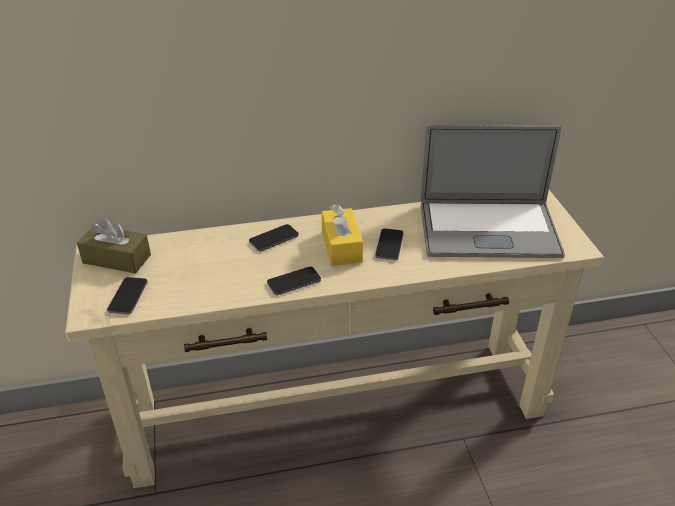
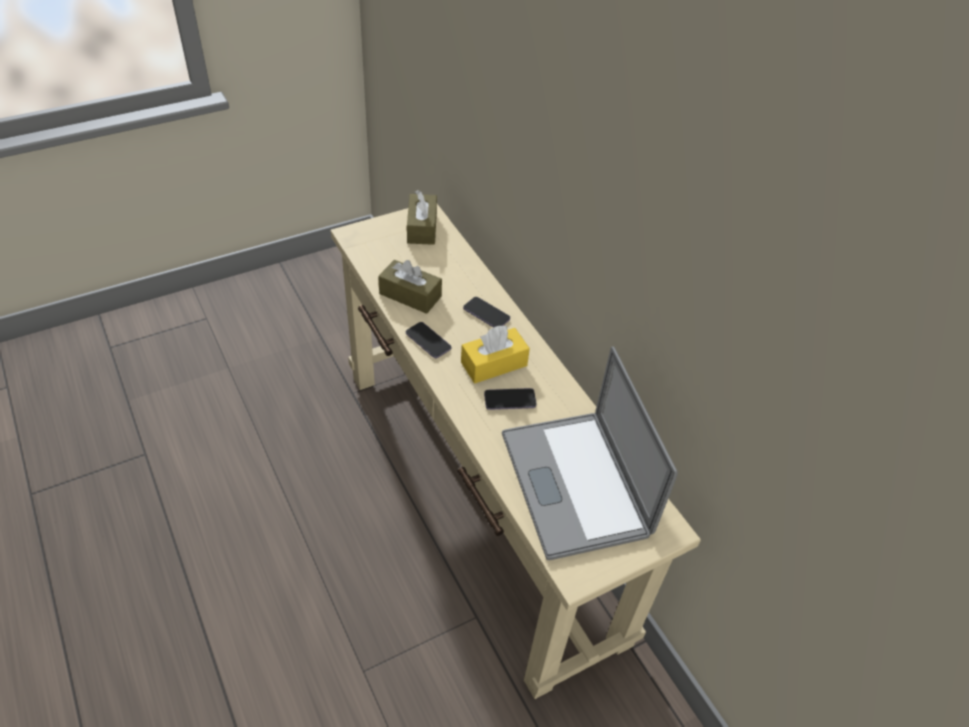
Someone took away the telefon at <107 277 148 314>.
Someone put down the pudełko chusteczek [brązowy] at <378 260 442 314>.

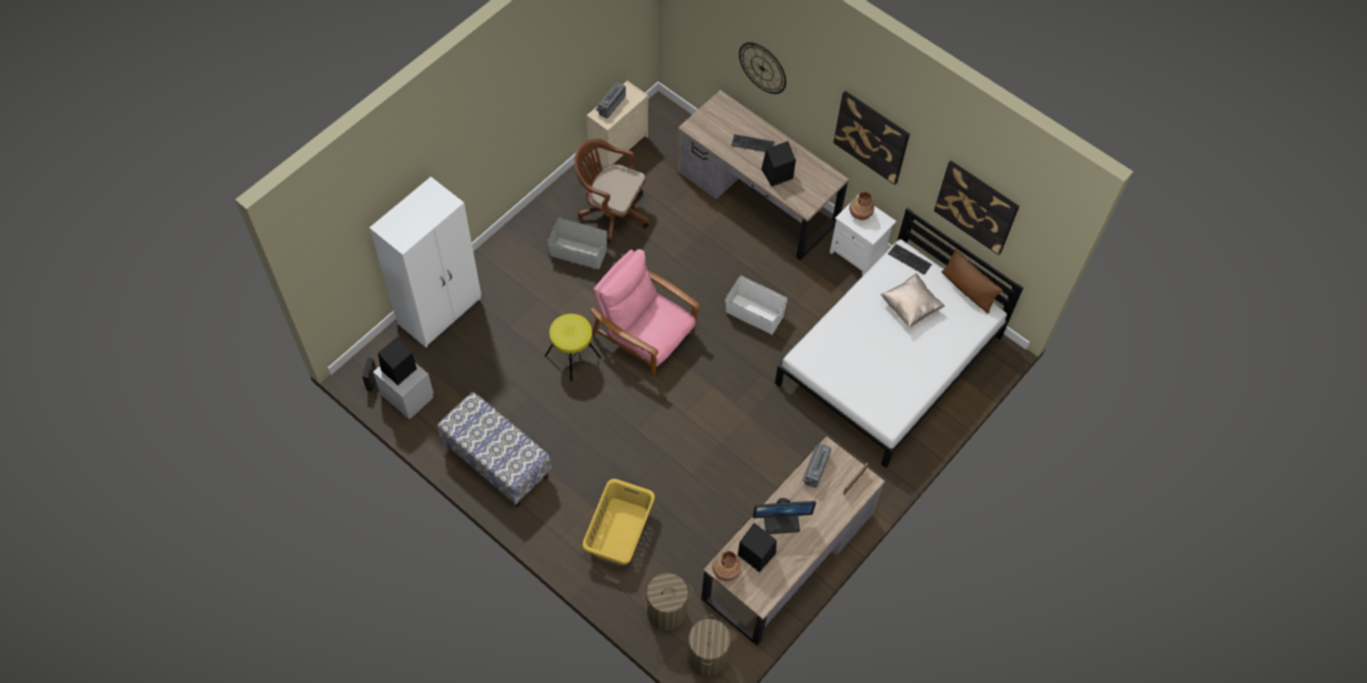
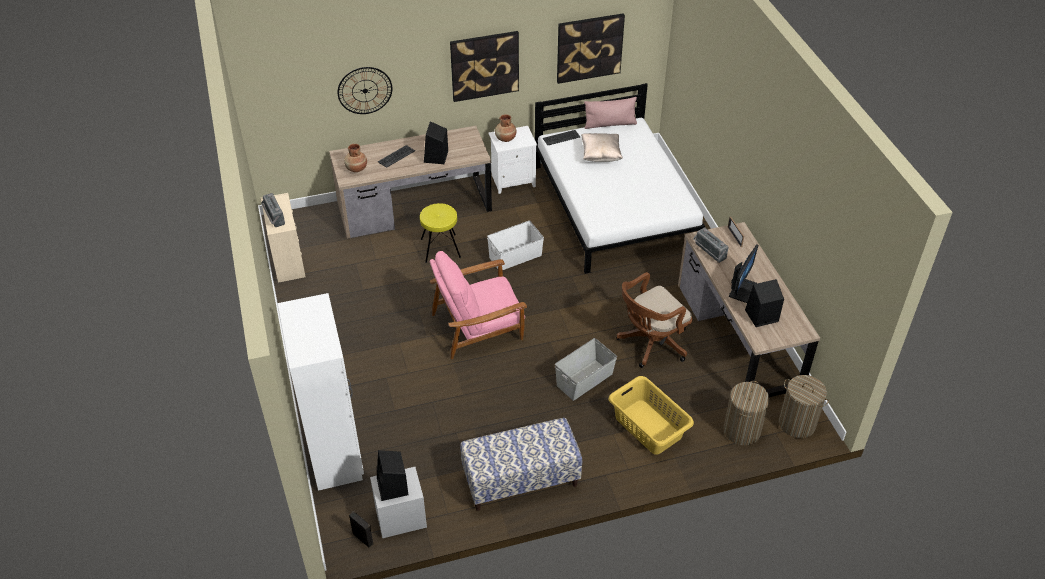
Someone carried the stołek [żółty] from <545 314 601 382> to <420 203 461 263>.
Someone carried the pojemnik do przechowywania [szary] from <547 218 607 269> to <555 338 617 401>.
Someone carried the krzesło biurowe [brązowy] from <574 139 649 243> to <616 272 692 368>.
Someone carried the wazon [brązowy] from <712 550 741 581> to <344 144 367 172>.
Someone repainted the poduszka [brązowy] at <942 248 1003 314>, which became the poduszka [różowy] at <584 97 637 129>.

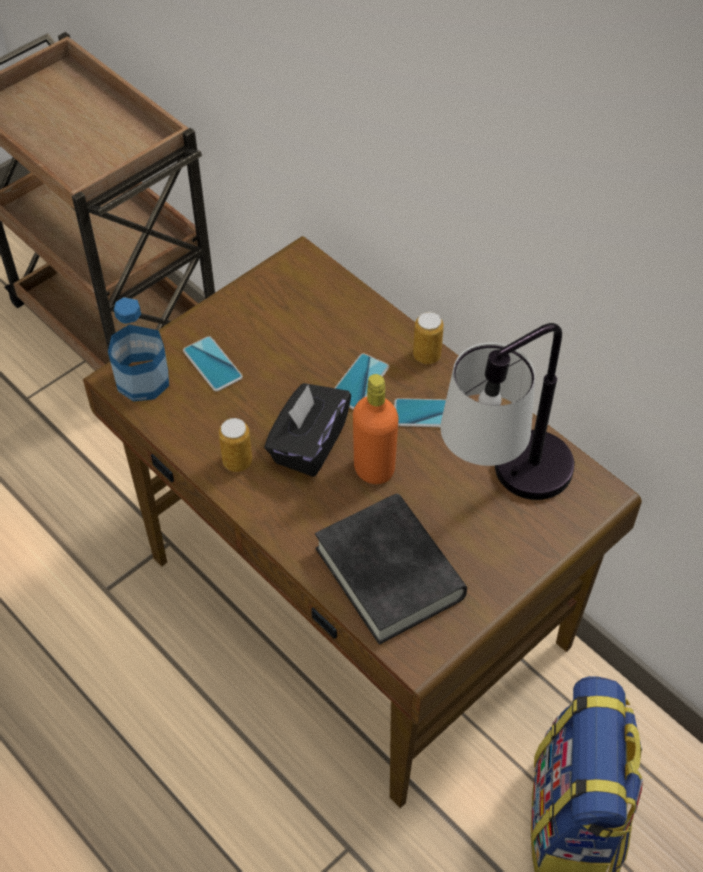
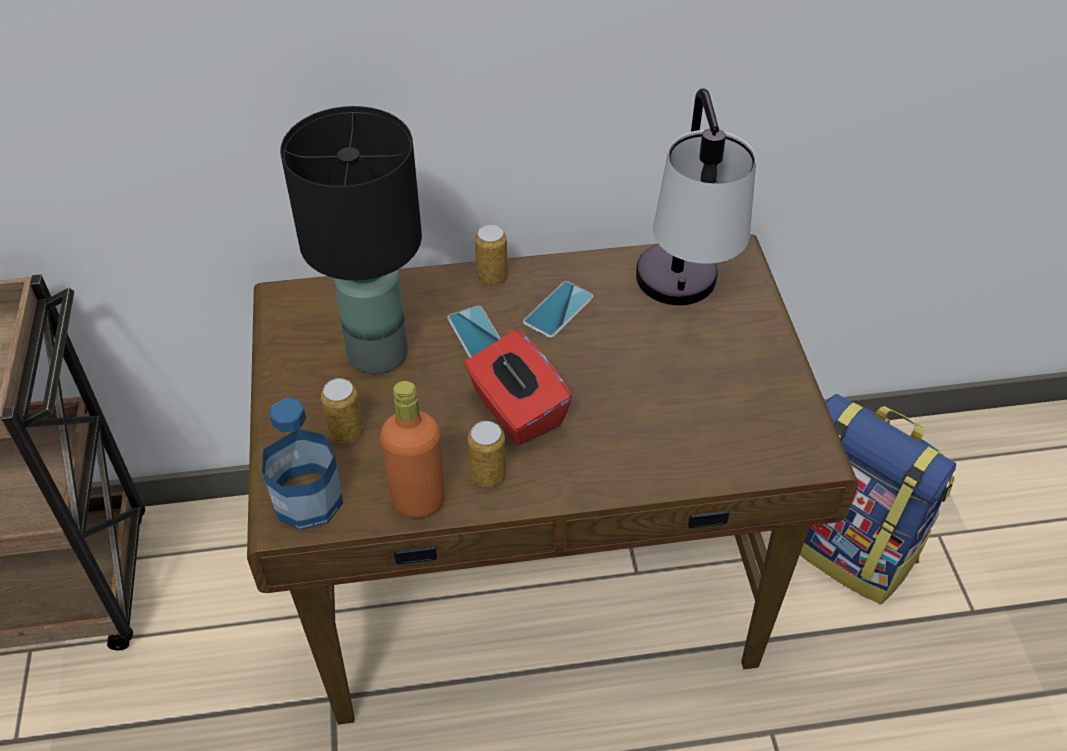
Someone swapped the telefon at <183 336 243 391> for the puszka at <321 378 363 444>.
Someone repainted the pudełko chusteczek [czarny] at <264 383 351 477>, which became the pudełko chusteczek [czerwony] at <464 330 572 445>.
Someone took away the książka [czarny] at <315 494 467 645>.
Someone carried the butelka [pomarańczowy] from <353 374 399 484> to <380 381 445 518>.
Someone put down the lampa stołowa [czarny] at <280 106 422 374>.

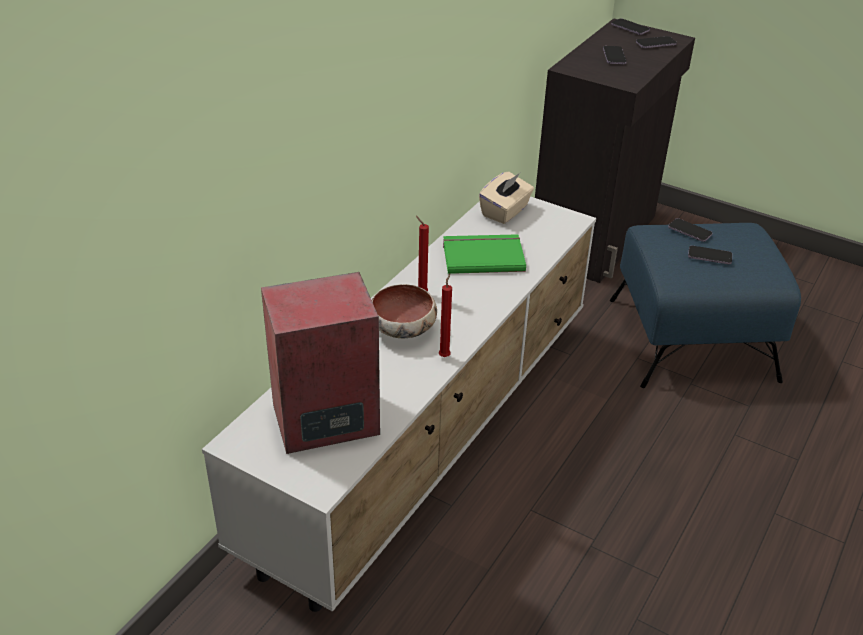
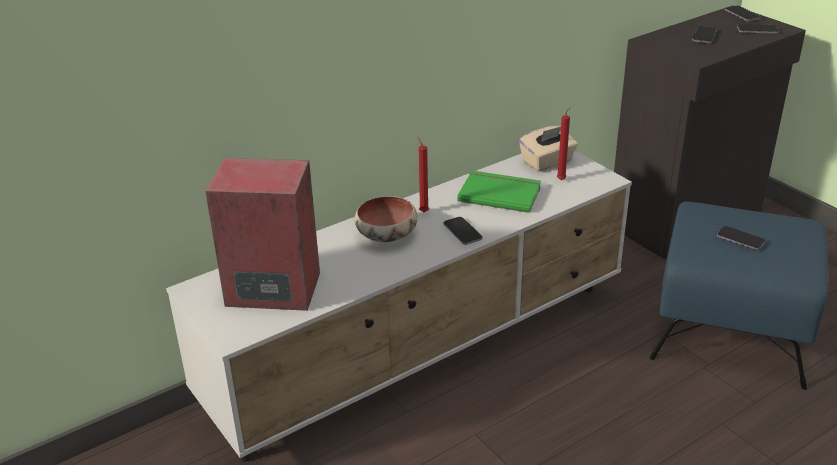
Someone carried the świeca [czerwony] from <439 274 452 357> to <557 106 571 180>.
Someone carried the telefon from <668 218 712 242> to <444 217 482 245>.

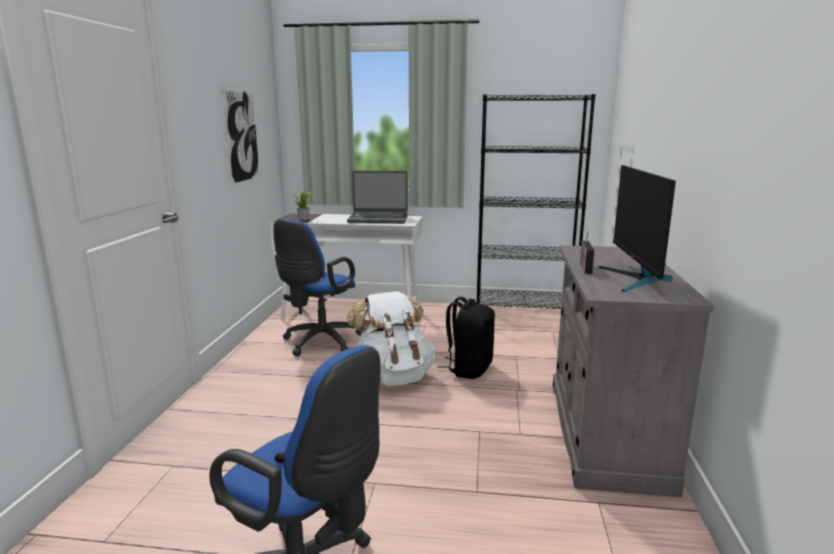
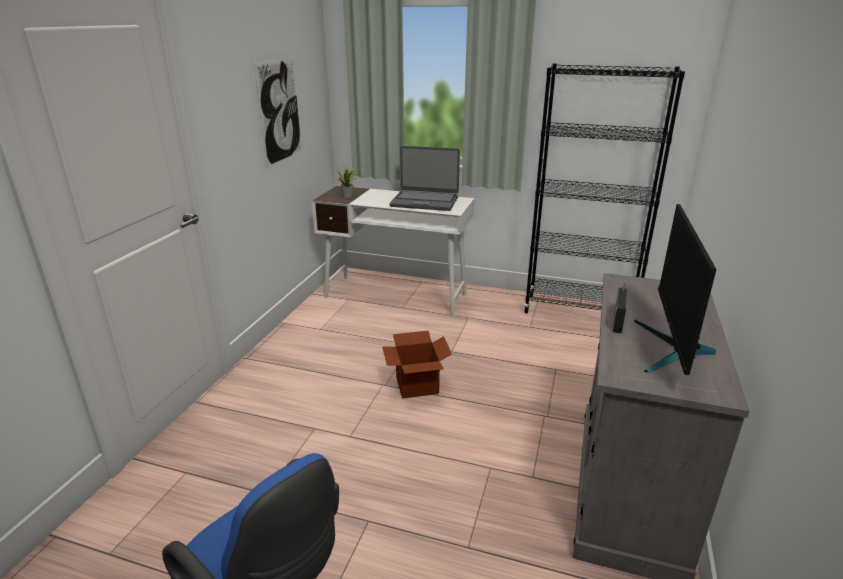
Someone took away the krzesło biurowe [niebieski] at <274 218 362 356>.
Someone swapped the plecak [biały] at <347 291 435 386> for the karton at <382 331 452 399>.
Someone took away the plecak [czarny] at <438 296 495 379>.

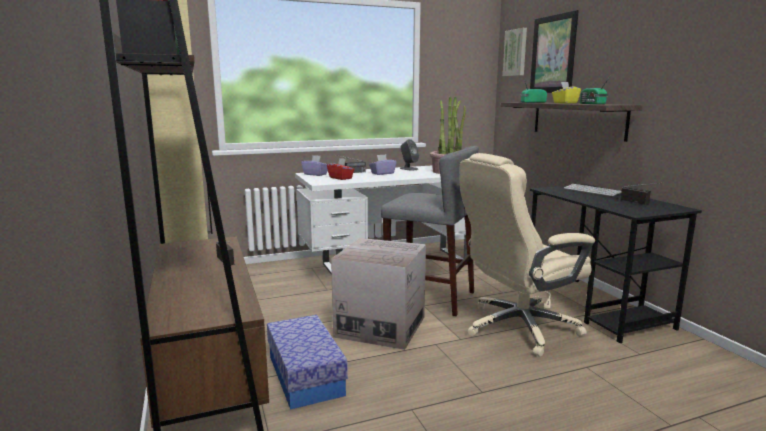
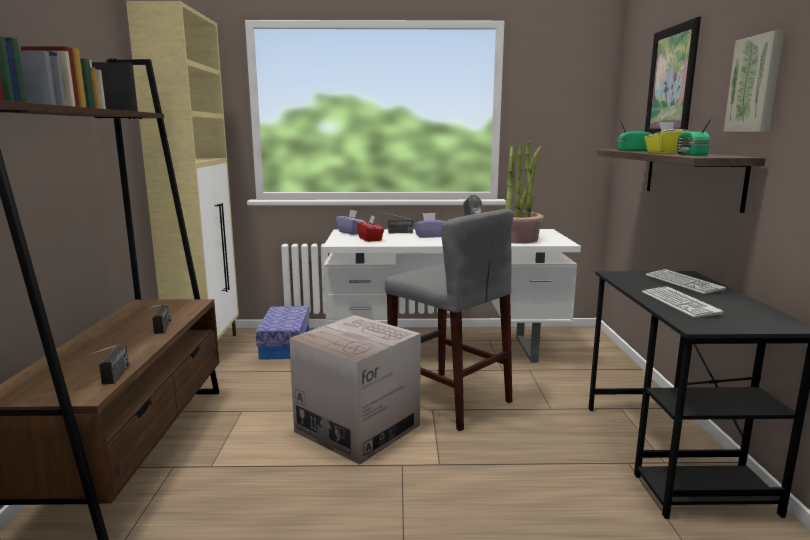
Someone carried the pojemnik do przechowywania from <267 315 348 410> to <255 306 310 360>.
Someone took away the krzesło biurowe [beżowy] at <459 153 595 357>.
Someone carried the obraz from <503 28 527 76> to <724 30 784 132>.
Someone carried the radio from <621 183 658 205> to <87 345 130 384>.
Someone put down the klawiatura at <642 287 724 318>.

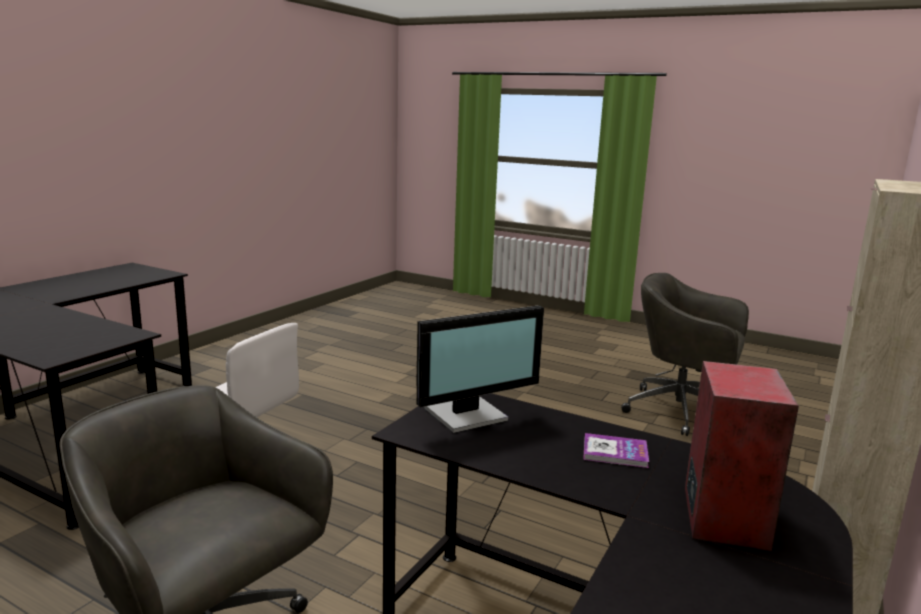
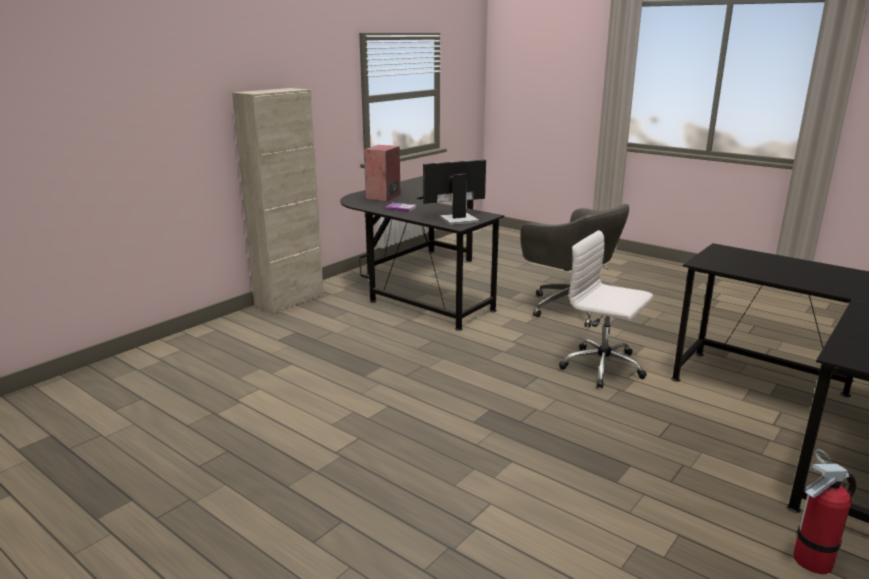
Someone took away the krzesło biurowe [szary] at <621 273 749 436>.
Someone put down the gaśnica at <793 449 856 574>.

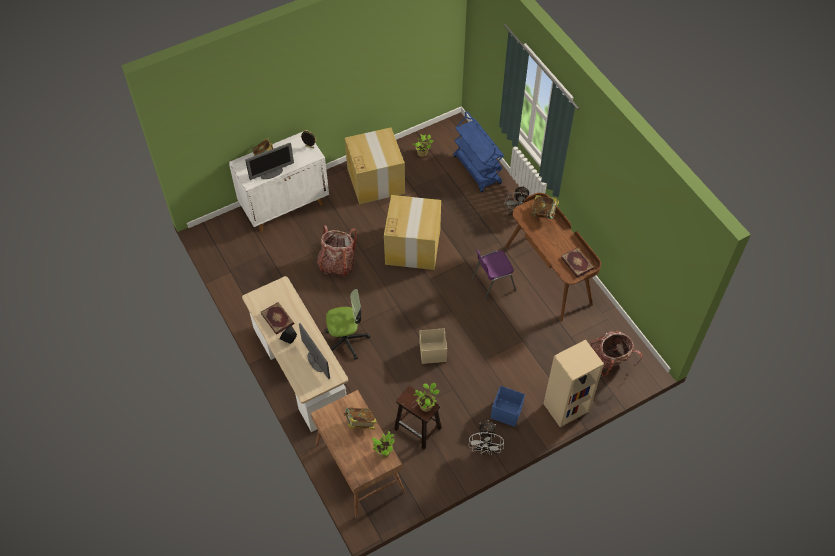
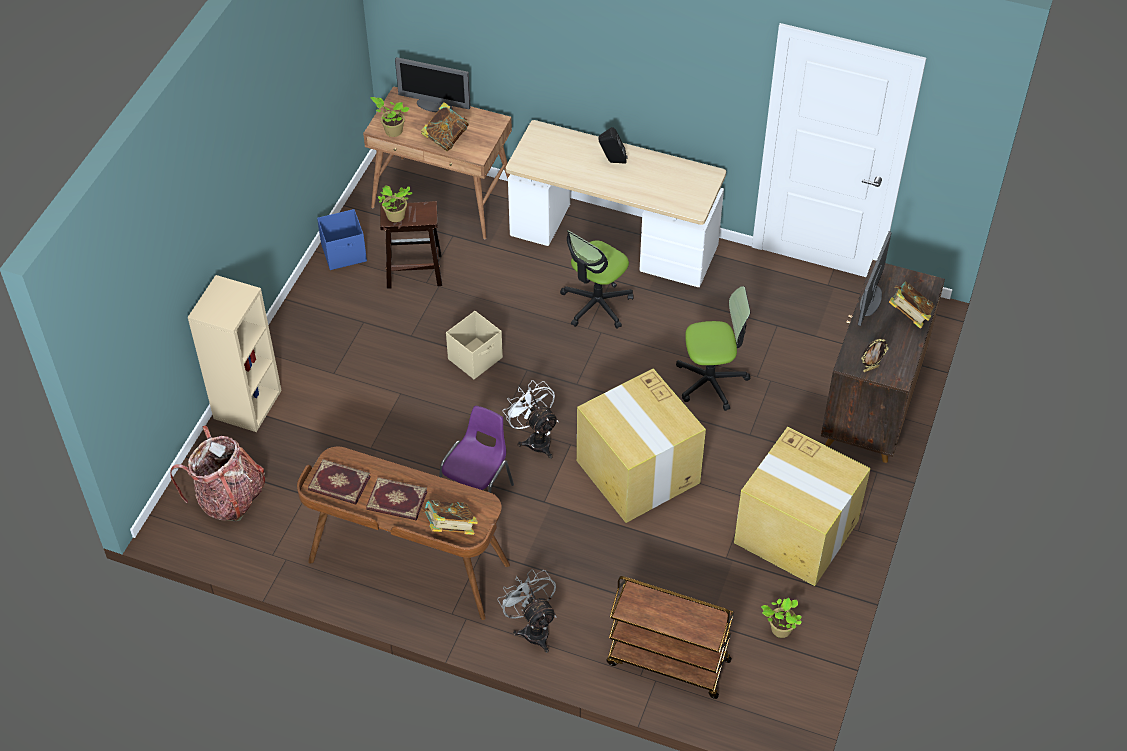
Someone repainted the szafka [biały] at <229 130 329 232>, which became the szafka [brązowy] at <821 260 945 463>.
Someone carried the książka from <261 302 294 335> to <366 477 428 521>.
Someone carried the monitor from <299 323 330 379> to <395 57 471 113>.
Someone swapped the plecak at <317 225 357 277> for the krzesło biurowe at <676 286 750 411>.
Someone repainted the wózek [niebieski] at <453 111 504 192>, which became the wózek [brązowy] at <606 576 734 699>.
Someone carried the wentylator [biały] from <469 420 504 455> to <503 380 559 459>.
Someone carried the pojemnik do przechowywania [niebieski] from <491 386 525 427> to <317 209 367 270>.

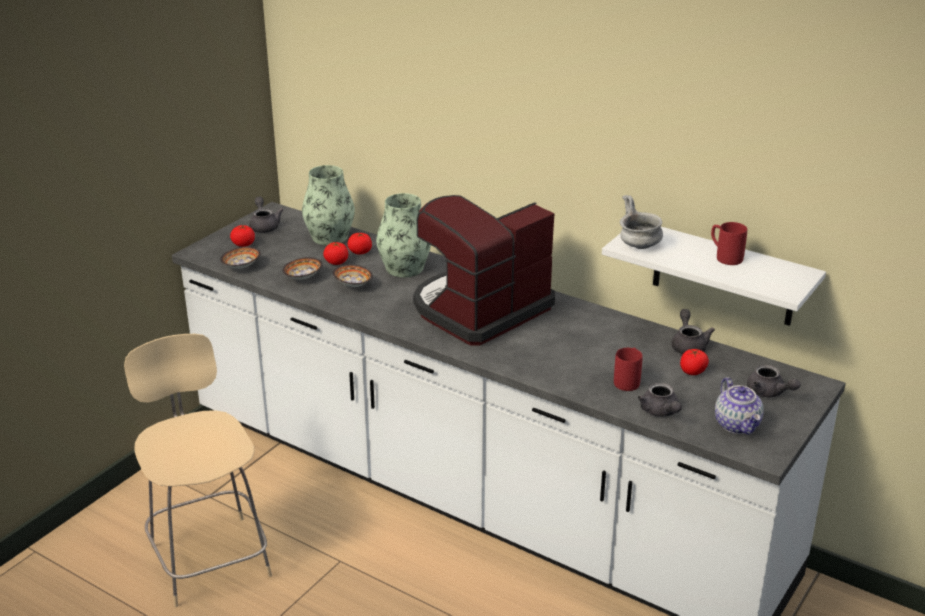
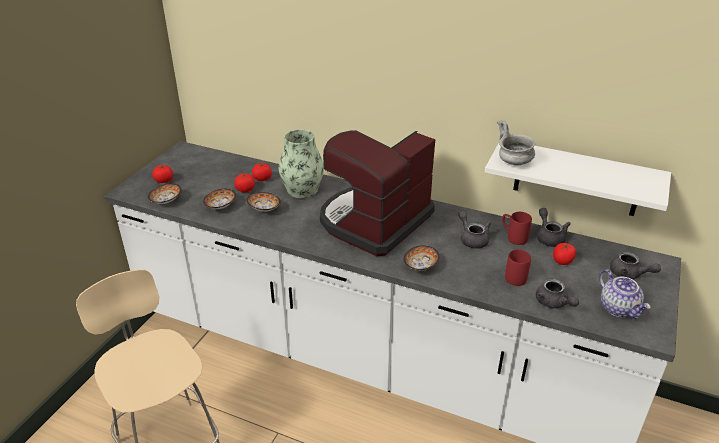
Someone carried the imbryk [szary] from <249 197 284 233> to <458 210 491 249>.
Someone took away the wazon at <302 165 355 245>.
Someone carried the kubek [czerwony] from <711 222 747 265> to <502 212 532 245>.
Someone put down the miska at <404 245 439 271>.

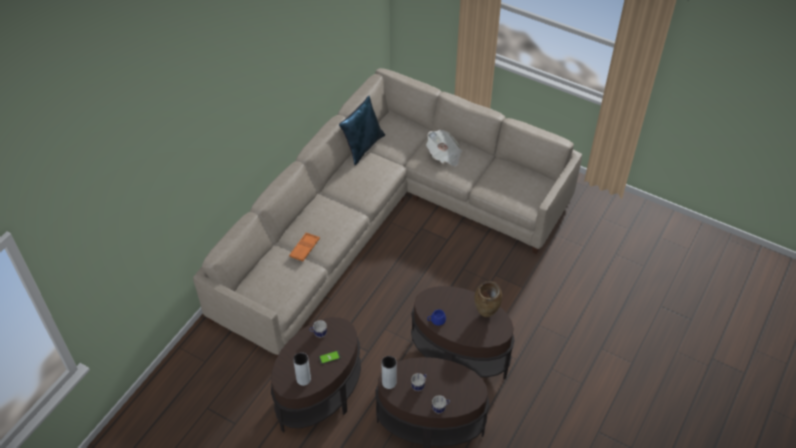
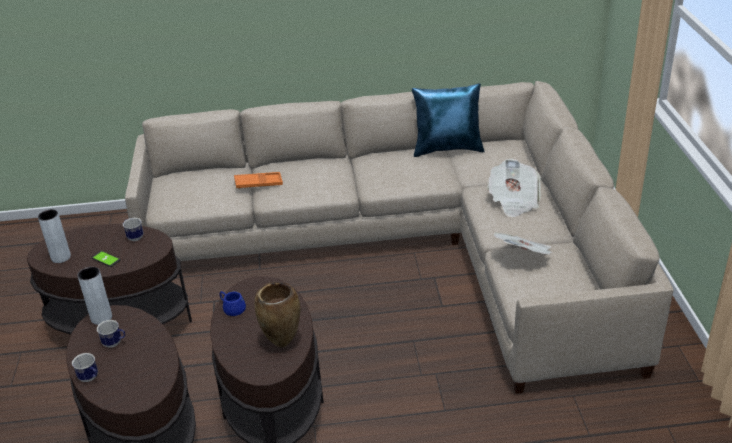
Someone put down the gazeta at <494 233 553 255>.

